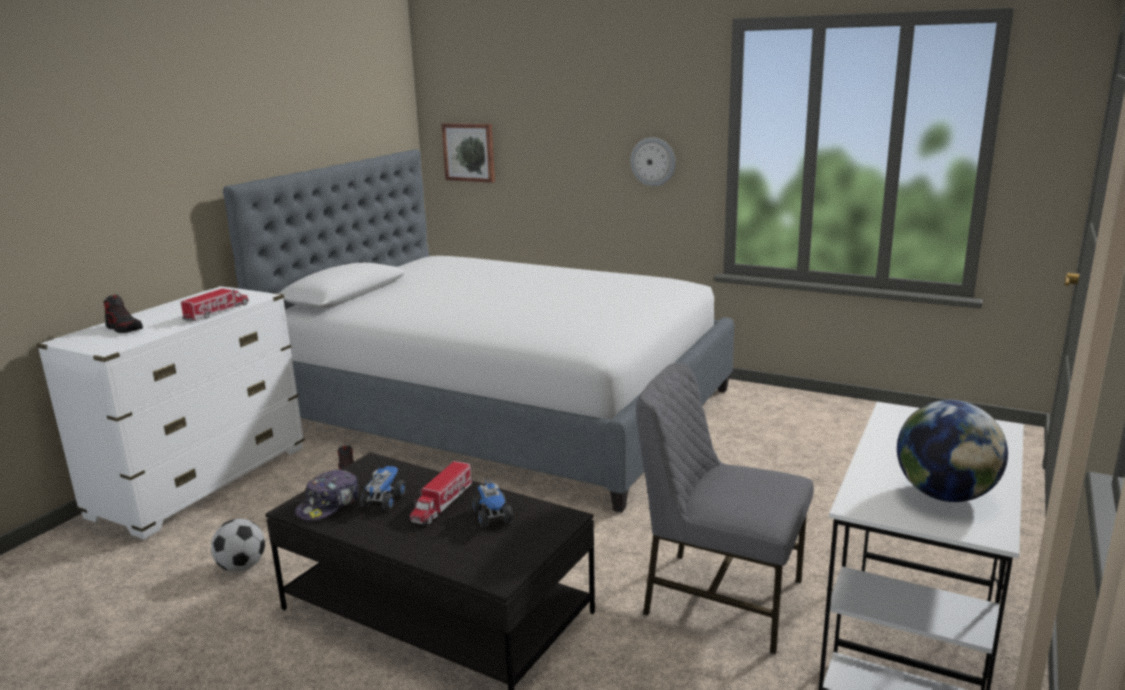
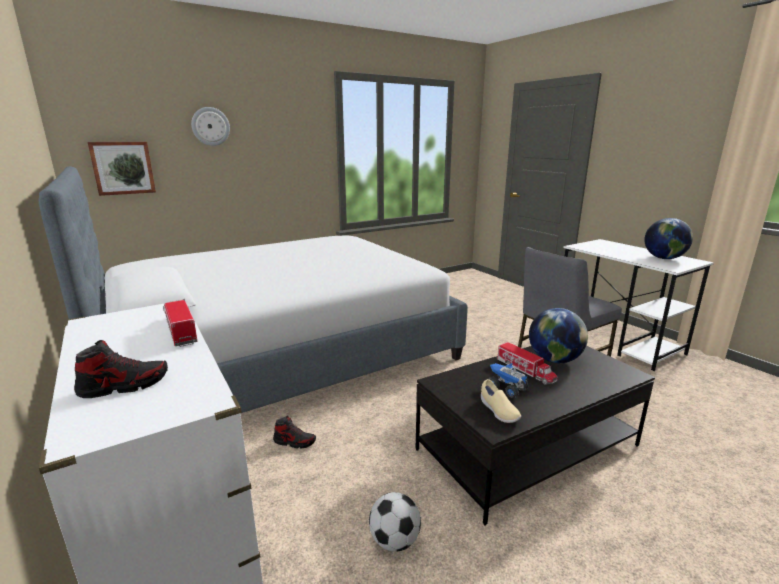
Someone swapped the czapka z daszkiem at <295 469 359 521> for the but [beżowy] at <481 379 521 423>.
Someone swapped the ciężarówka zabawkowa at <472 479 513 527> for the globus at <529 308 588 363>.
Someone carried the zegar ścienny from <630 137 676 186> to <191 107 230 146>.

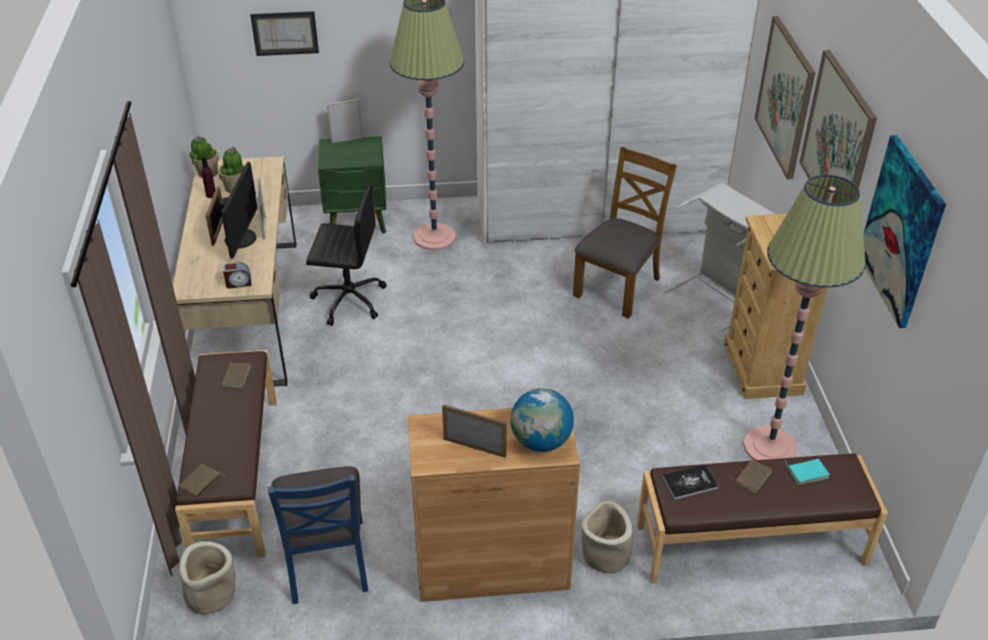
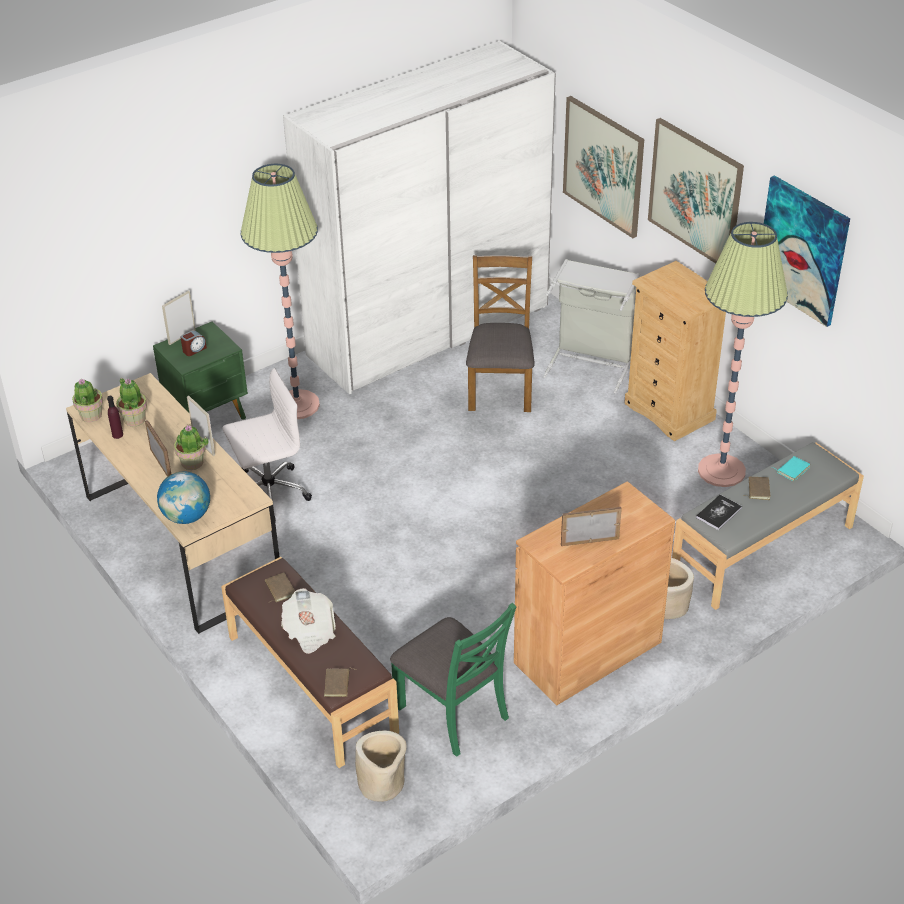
Someone swapped the monitor at <220 161 257 259> for the roślina doniczkowa at <174 425 209 470>.
Someone carried the budzik from <223 262 251 288> to <180 330 207 356>.
Someone took away the obraz at <250 11 319 56>.
Someone repainted the krzesło [niebieski] at <268 466 368 604>, which became the krzesło [zielony] at <390 603 516 757>.
Someone repainted the krzesło biurowe [czarny] at <306 185 387 326>, which became the krzesło biurowe [biały] at <223 368 312 522>.
Someone carried the globus from <511 388 574 452> to <157 472 210 524>.
Someone repainted the ławka [brązowy] at <637 453 888 583>, which became the ławka [szary] at <672 442 864 610>.
Someone put down the gazeta at <281 588 336 654>.

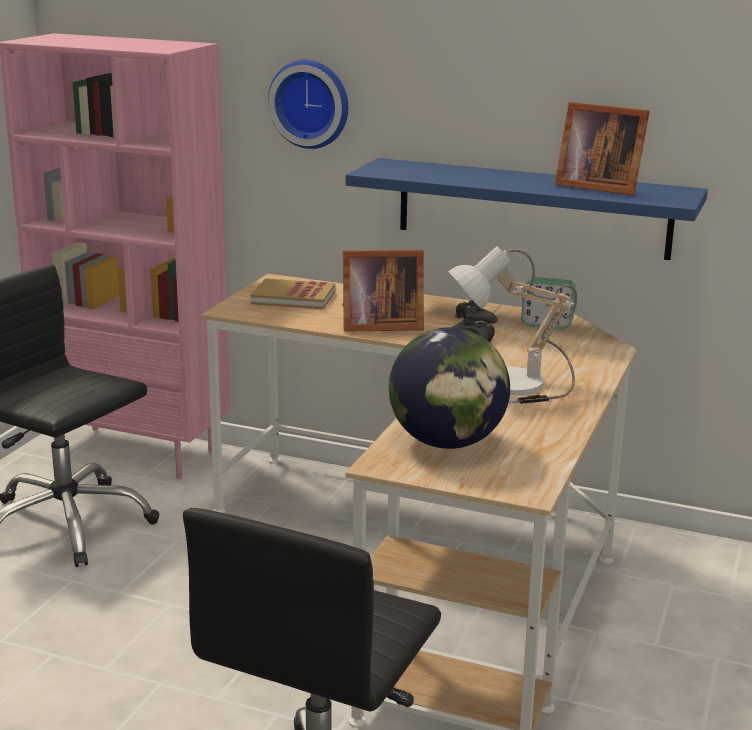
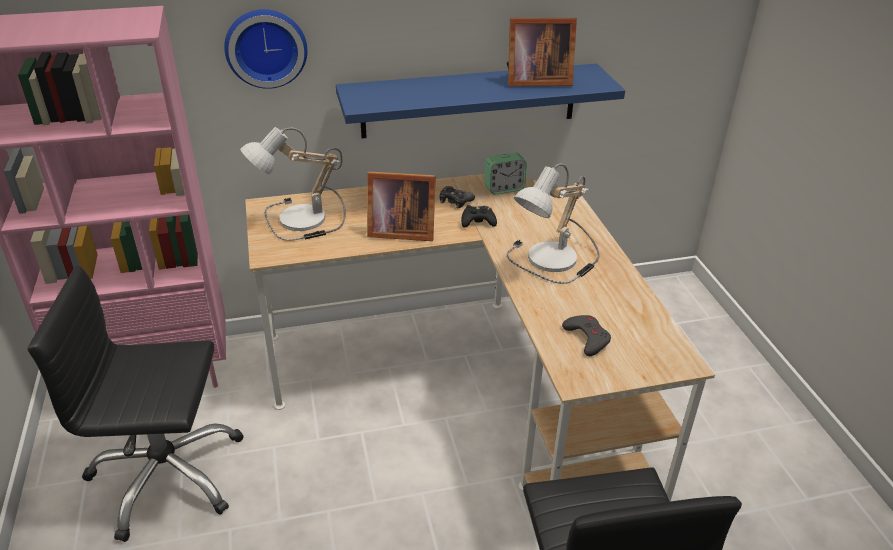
Someone swapped the książka at <250 278 335 309> for the lampa stołowa at <240 127 346 241>.
Someone rotated the ramka na zdjęcie at <343 250 424 332> by 45 degrees clockwise.
Someone swapped the globus at <389 327 510 449> for the pad do gier [szary] at <562 315 611 356>.

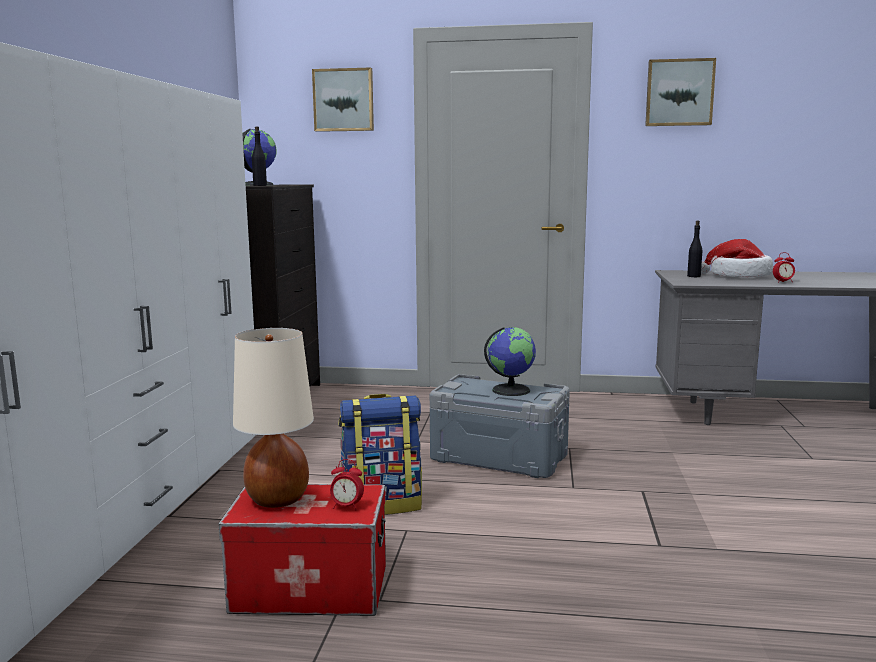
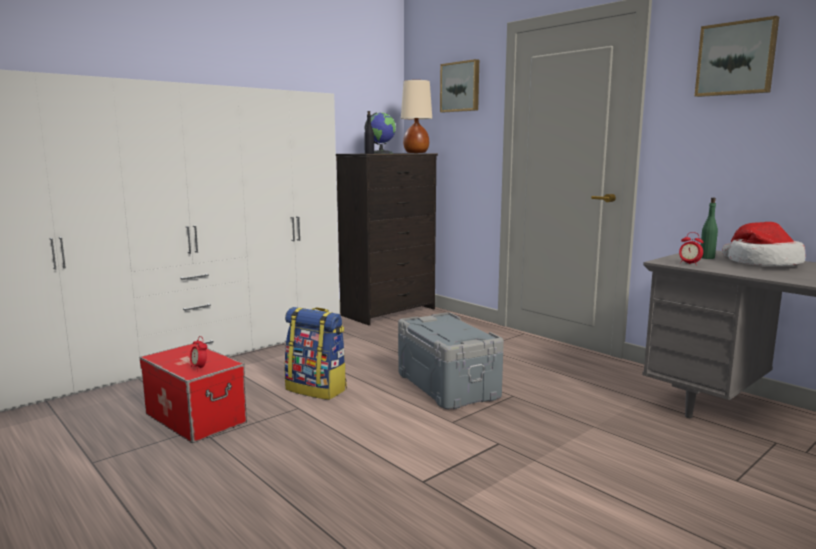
Someone carried the lampa stołowa [beżowy] from <233 328 314 508> to <401 80 432 153>.
Someone took away the globus at <484 327 536 396>.
Someone repainted the butelka [czarny] at <687 220 702 277>, which became the butelka [zielony] at <701 198 718 259>.
Someone carried the budzik from <773 252 795 282> to <679 232 703 264>.

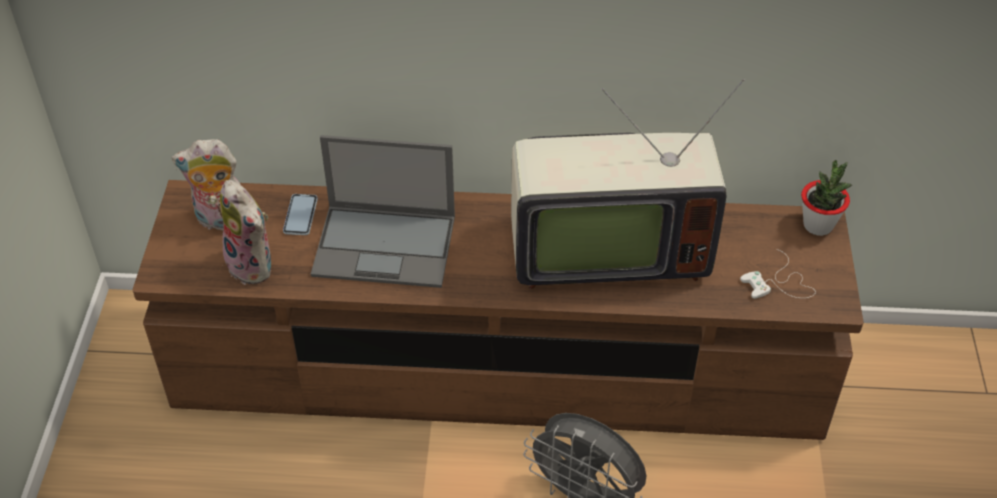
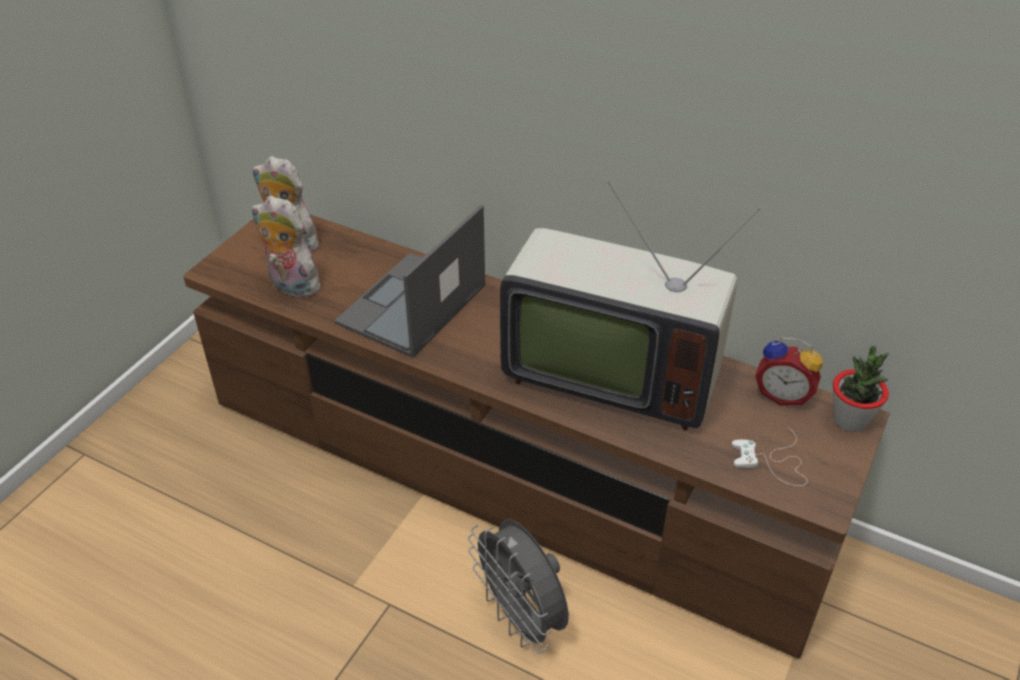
Someone rotated the pluszak at <220 180 271 285> by 135 degrees clockwise.
Someone took away the telefon at <283 194 318 235>.
Someone rotated the laptop at <311 135 455 288> by 90 degrees clockwise.
Someone put down the budzik at <755 338 822 405>.

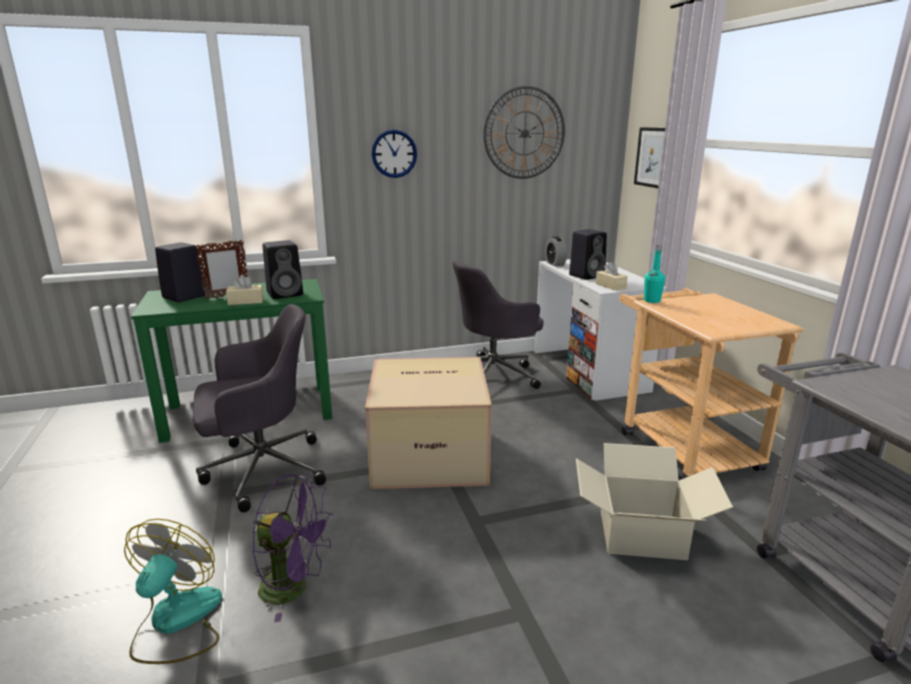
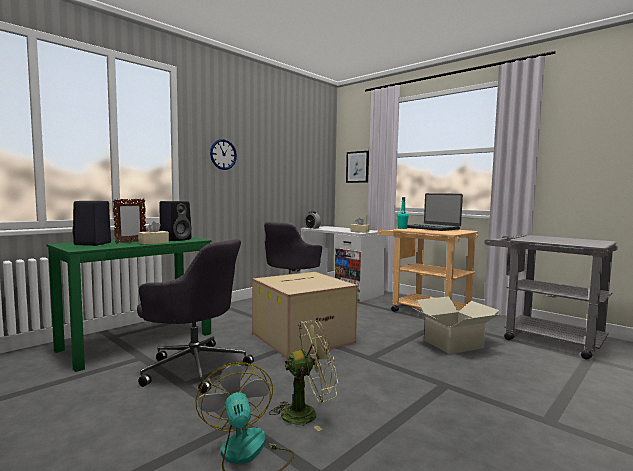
Someone rotated the krzesło biurowe [szary] at <193 304 326 512> by 75 degrees clockwise.
Someone repainted the wentylator [fioletowy] at <252 474 333 622>, which became the wentylator [zielony] at <269 320 338 431>.
Someone took away the zegar ścienny at <484 86 565 179>.
Someone took away the głośnik [czarny] at <569 229 607 280>.
Someone put down the laptop at <407 193 463 231>.

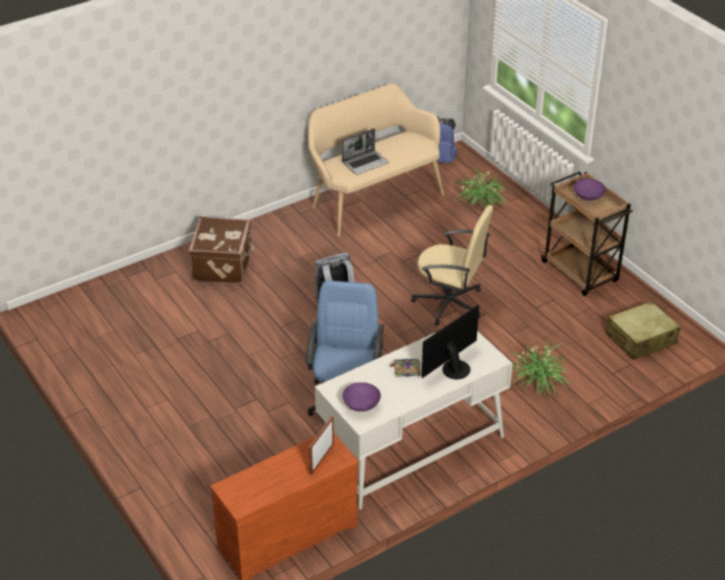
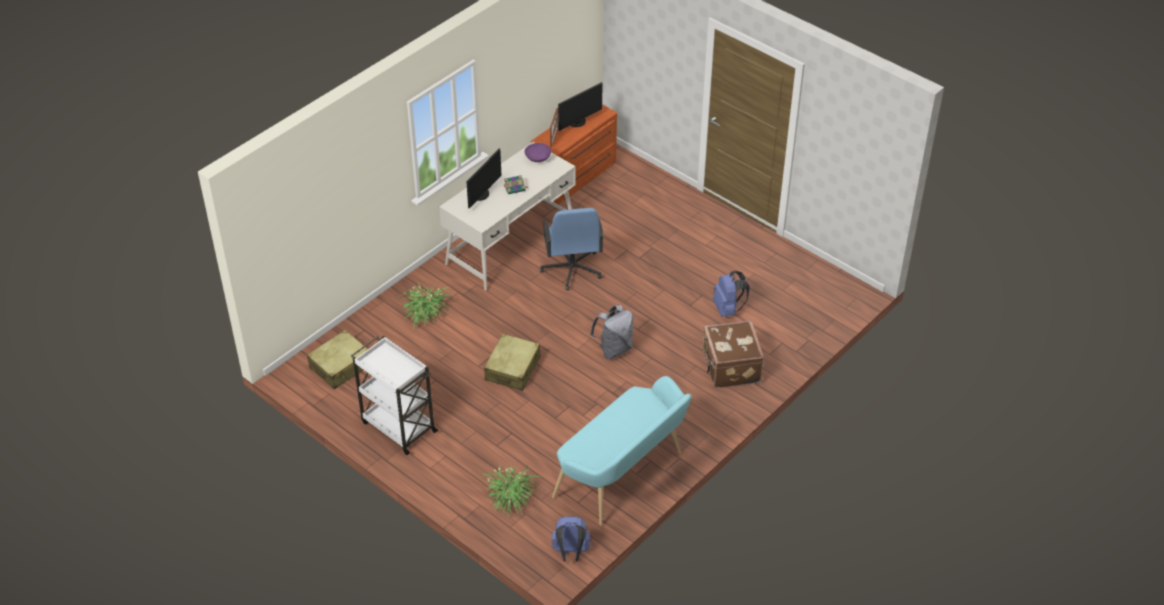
Someone repainted the ławka [beżowy] at <308 84 444 237>, which became the ławka [turkusowy] at <552 376 692 526>.
Someone took away the laptop at <342 128 389 175>.
Someone swapped the krzesło biurowe [beżowy] at <411 205 493 326> for the walizka [beżowy] at <484 334 540 391>.
Someone repainted the wózek [brązowy] at <541 171 633 296>, which became the wózek [biały] at <351 336 438 455>.
Someone took away the miska [fioletowy] at <574 179 606 201>.
Someone put down the monitor at <558 82 602 131>.
Someone put down the plecak [niebieski] at <713 270 750 317>.

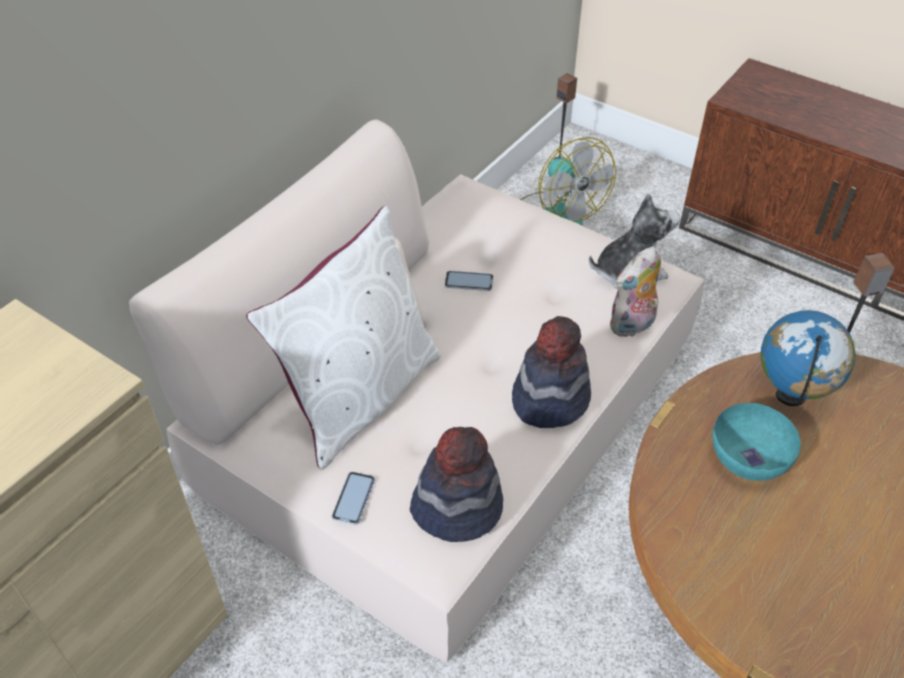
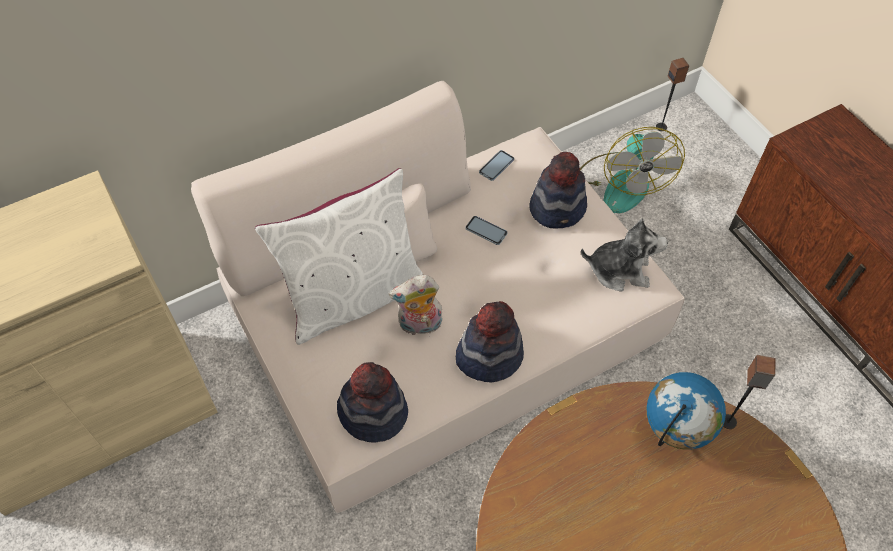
Someone carried the telefon from <332 472 375 525> to <479 150 514 181>.
Someone carried the pluszak from <610 246 661 337> to <389 275 442 335>.
Someone took away the miska [turkusowy] at <713 403 801 481>.
Someone put down the kapelusz at <530 152 587 229>.

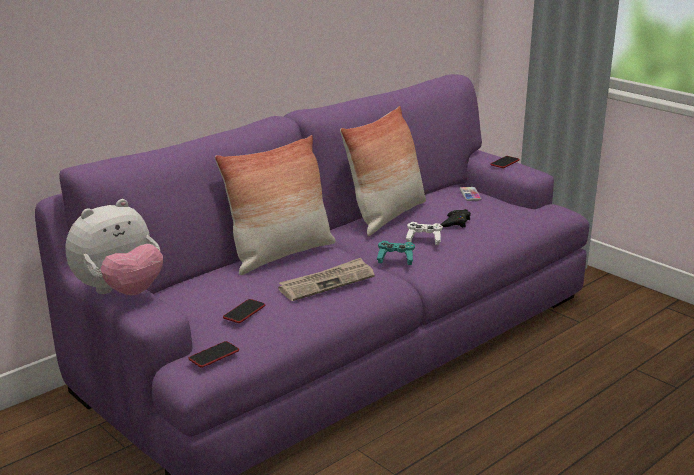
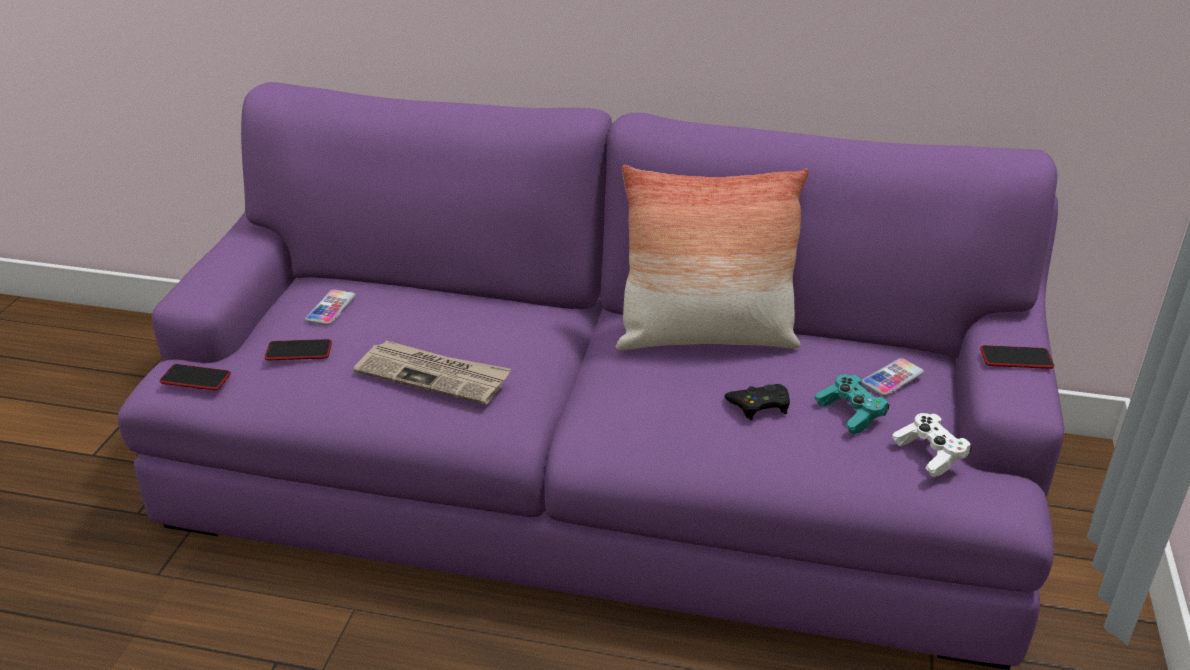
Someone took away the pluszak at <65 199 163 295>.
Someone took away the poduszka at <215 135 336 275>.
Someone carried the pad do gier [turkusowy] from <377 241 415 265> to <815 375 890 435>.
Someone carried the pad do gier [biały] from <406 222 443 245> to <892 413 972 477>.
Someone put down the telefon at <305 290 356 325>.

